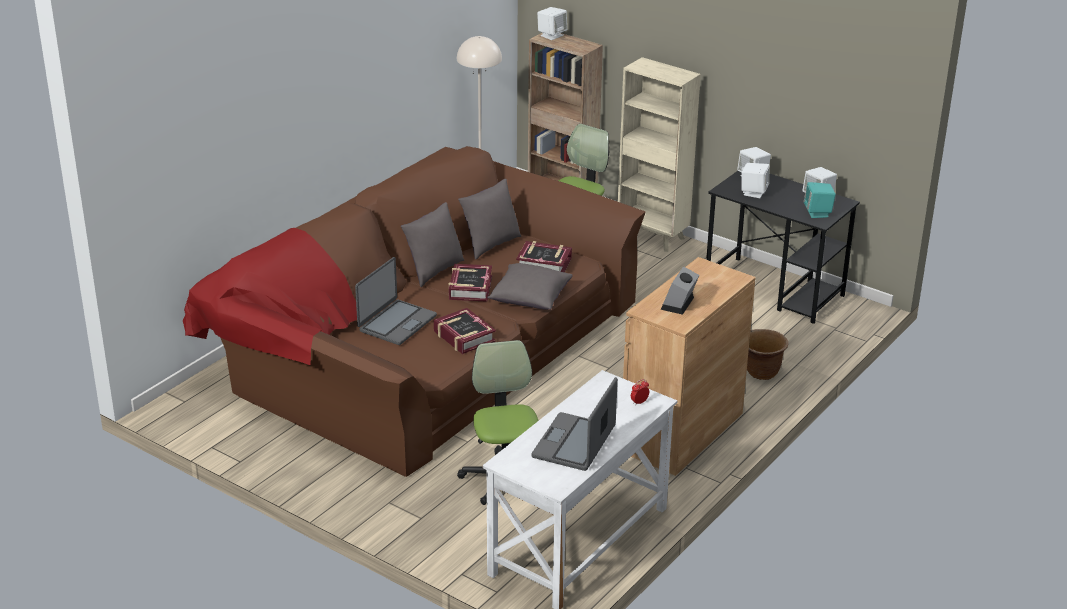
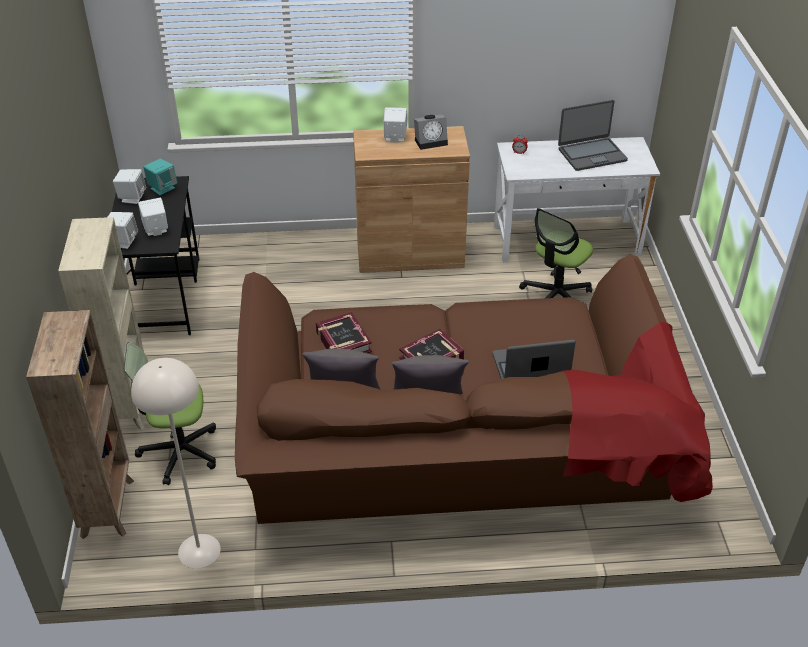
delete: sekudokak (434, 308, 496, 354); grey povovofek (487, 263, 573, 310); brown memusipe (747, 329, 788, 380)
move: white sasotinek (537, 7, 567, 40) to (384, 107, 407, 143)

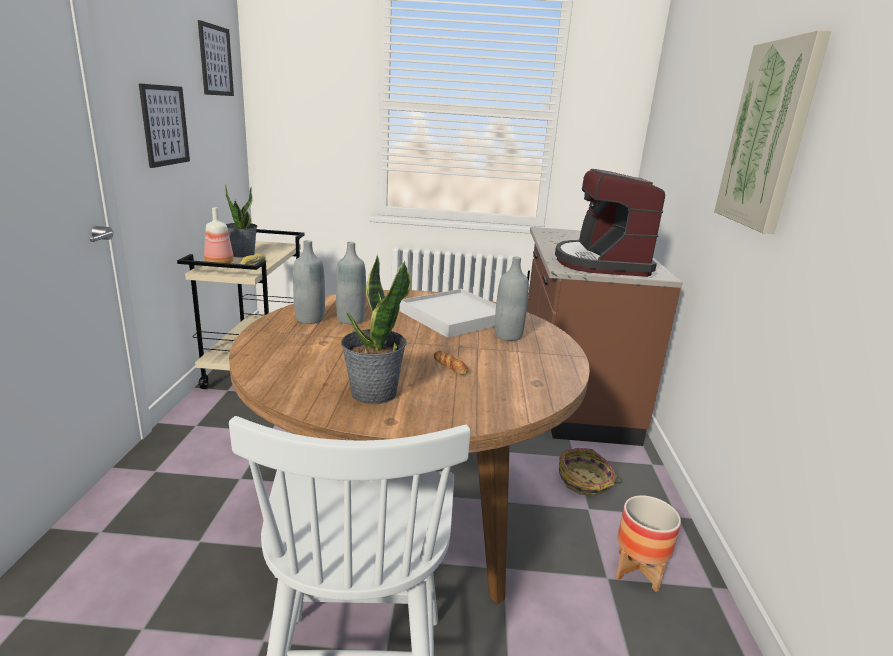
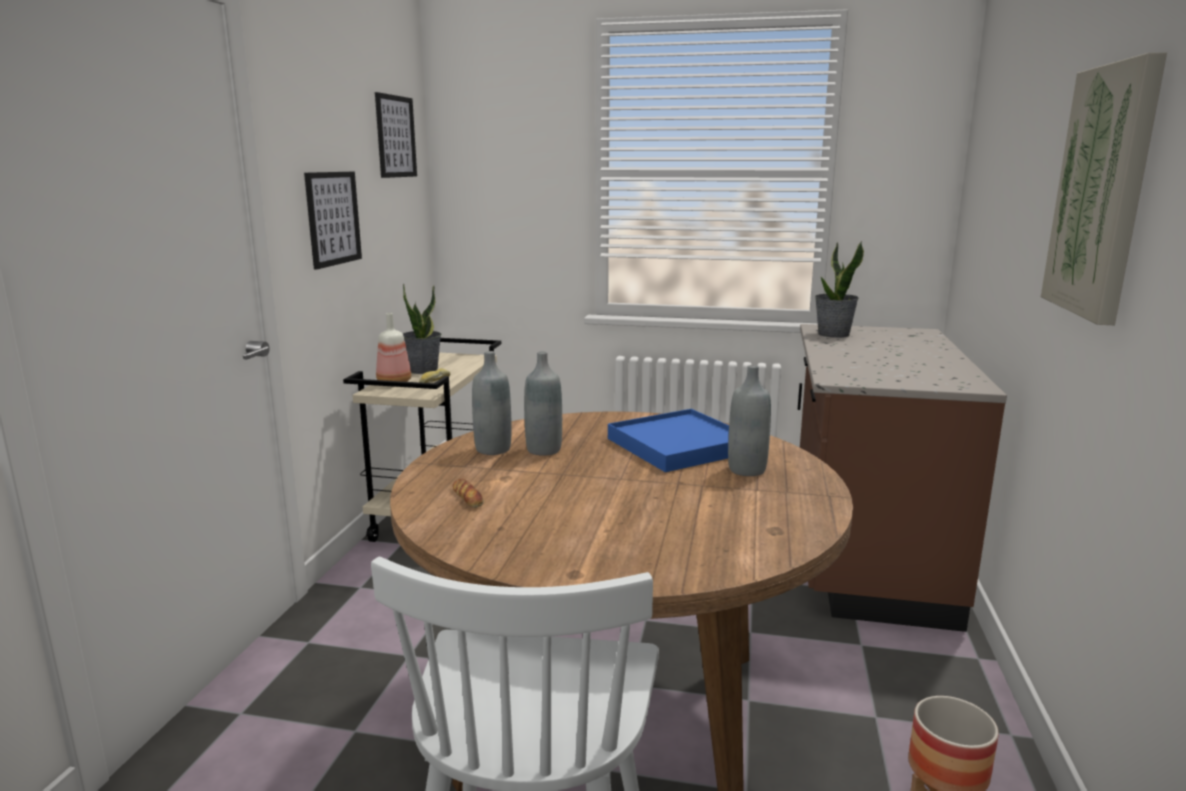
delete: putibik (555, 169, 665, 277); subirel (559, 448, 622, 496)
move: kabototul (434, 351, 469, 375) to (453, 479, 484, 508); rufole (341, 255, 411, 404) to (815, 241, 864, 338)
recolor: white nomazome (400, 289, 496, 338) to blue nomazome (608, 409, 729, 472)

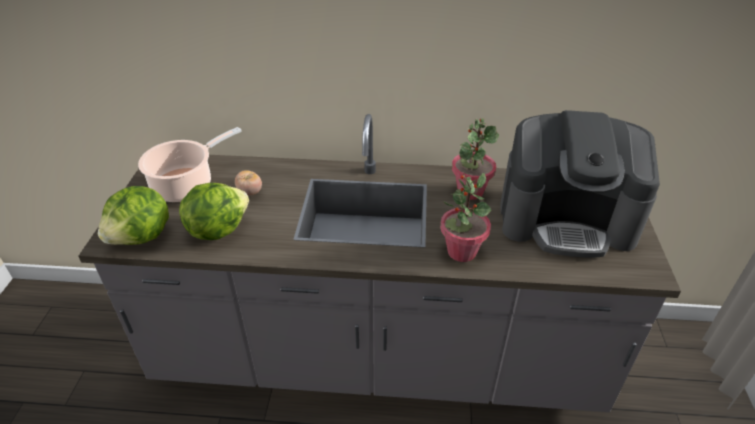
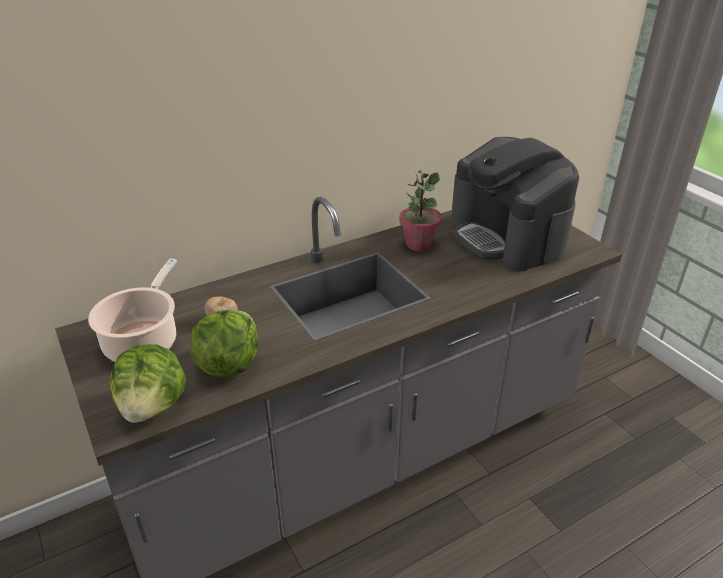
delete: rufole (440, 173, 491, 262)
rotate: putibik (500, 110, 660, 258) = (451, 137, 579, 272) 90 degrees clockwise

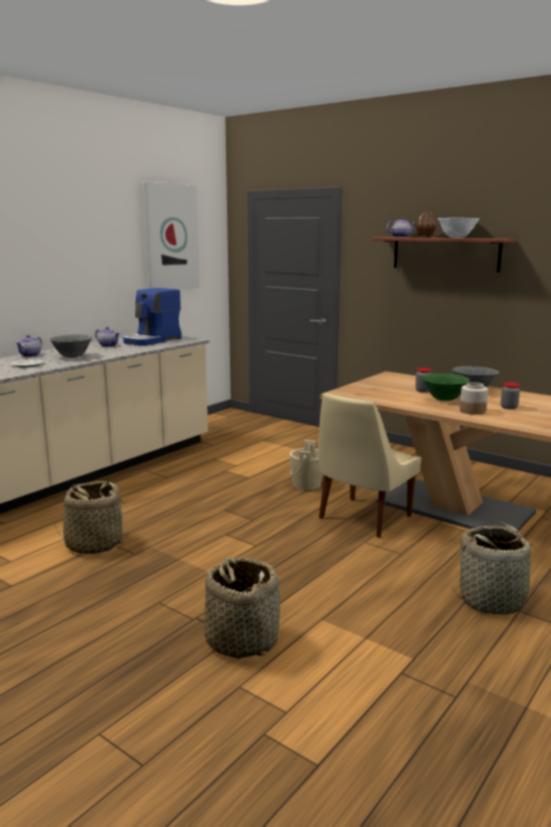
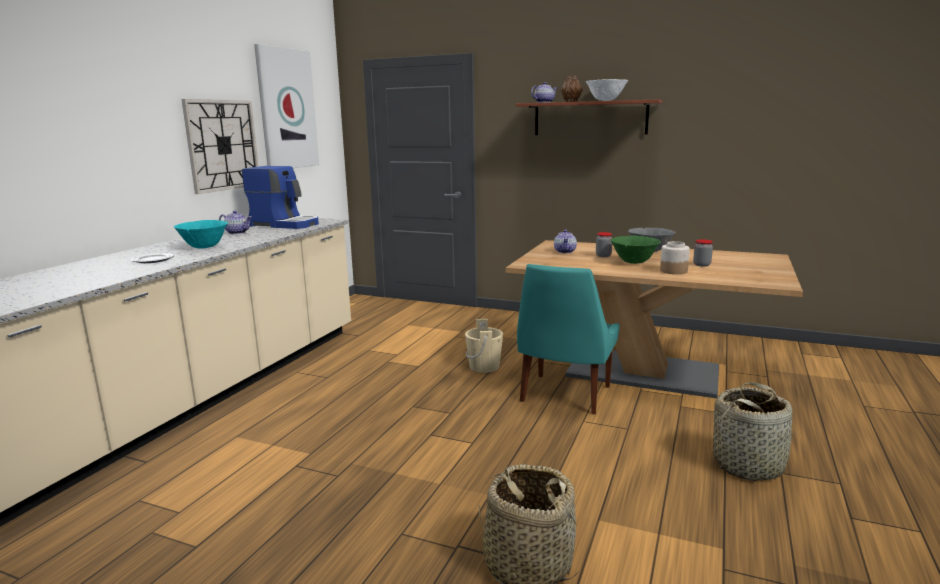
delete: subirel (53, 481, 128, 554)
insert: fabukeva (181, 99, 259, 194)
move: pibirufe (16, 335, 42, 357) to (554, 230, 577, 253)
recolor: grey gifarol (50, 334, 92, 358) to turquoise gifarol (174, 220, 228, 249); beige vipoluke (318, 393, 421, 538) to turquoise vipoluke (517, 264, 620, 414)
rotate: putibik (123, 288, 182, 346) = (242, 166, 319, 229) 90 degrees counterclockwise

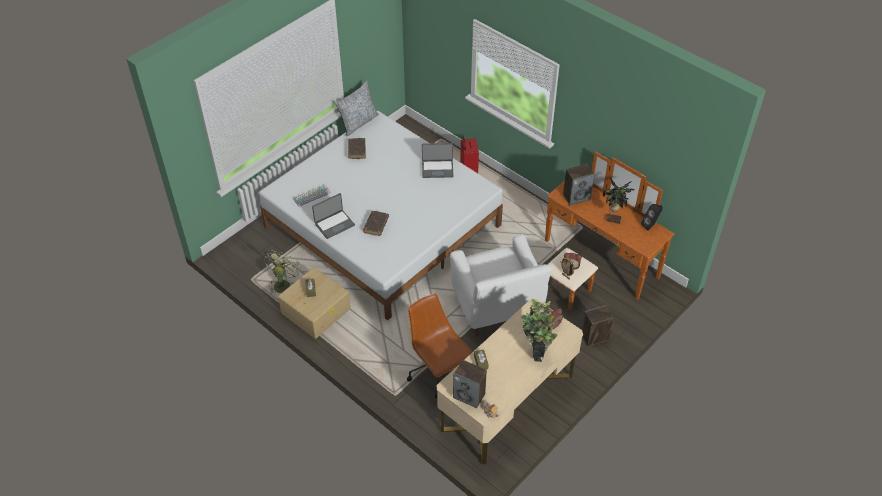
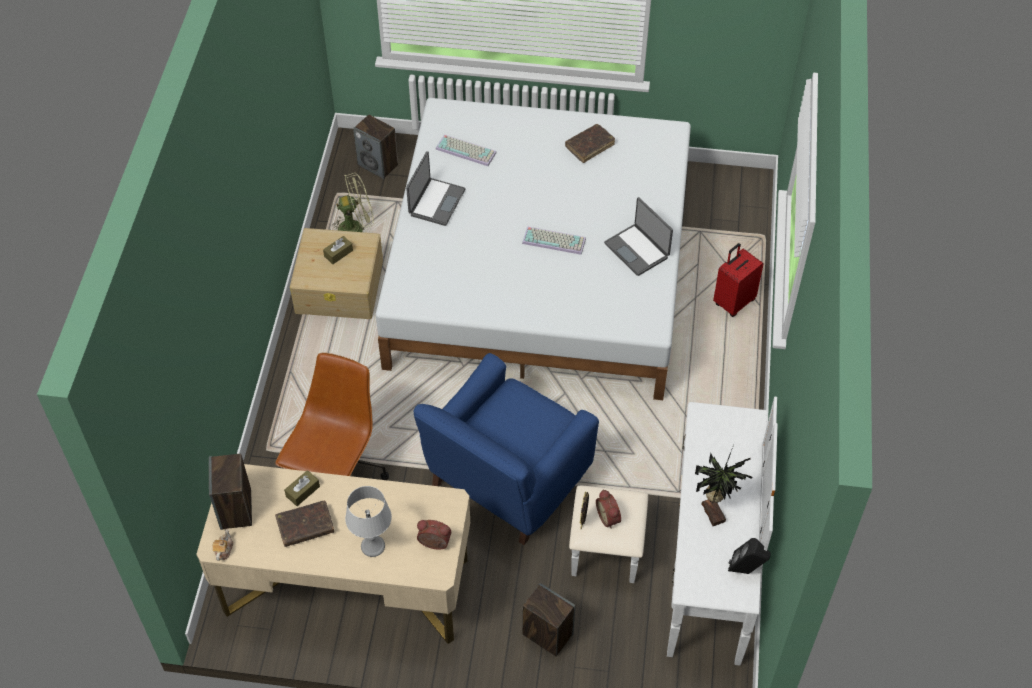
delete: povovofek (334, 80, 379, 136)
insert: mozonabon (522, 226, 586, 255)
move: brown sekudokak (363, 211, 389, 236) to (275, 501, 334, 547); sasotinek (563, 164, 594, 205) to (353, 115, 398, 179)
replace: rufole (521, 299, 557, 362) to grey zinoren (345, 486, 392, 557)
recolor: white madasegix (450, 234, 552, 337) to blue madasegix (414, 353, 599, 545); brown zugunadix (545, 151, 674, 311) to white zugunadix (569, 396, 778, 666)
rotate: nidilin (312, 193, 355, 239) = (406, 151, 465, 226) 90 degrees counterclockwise

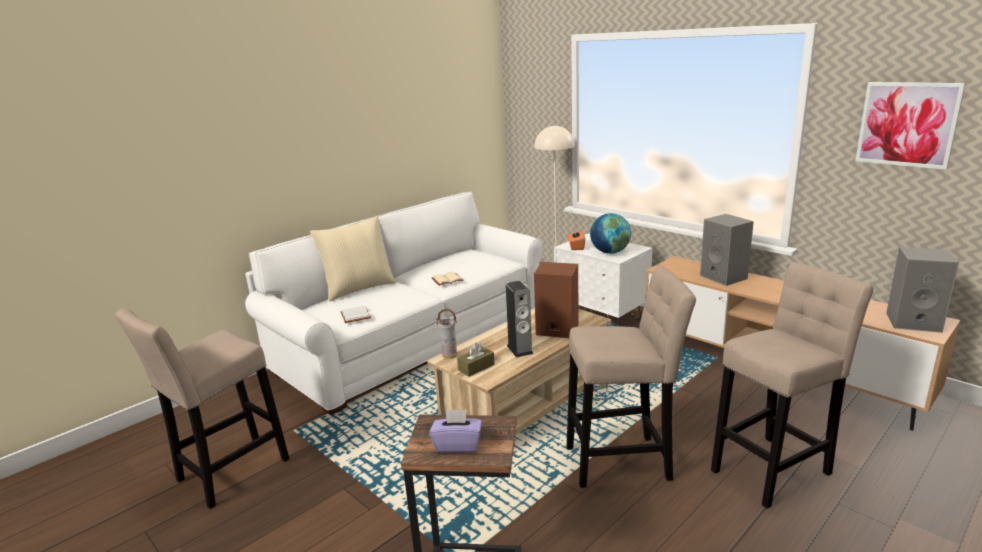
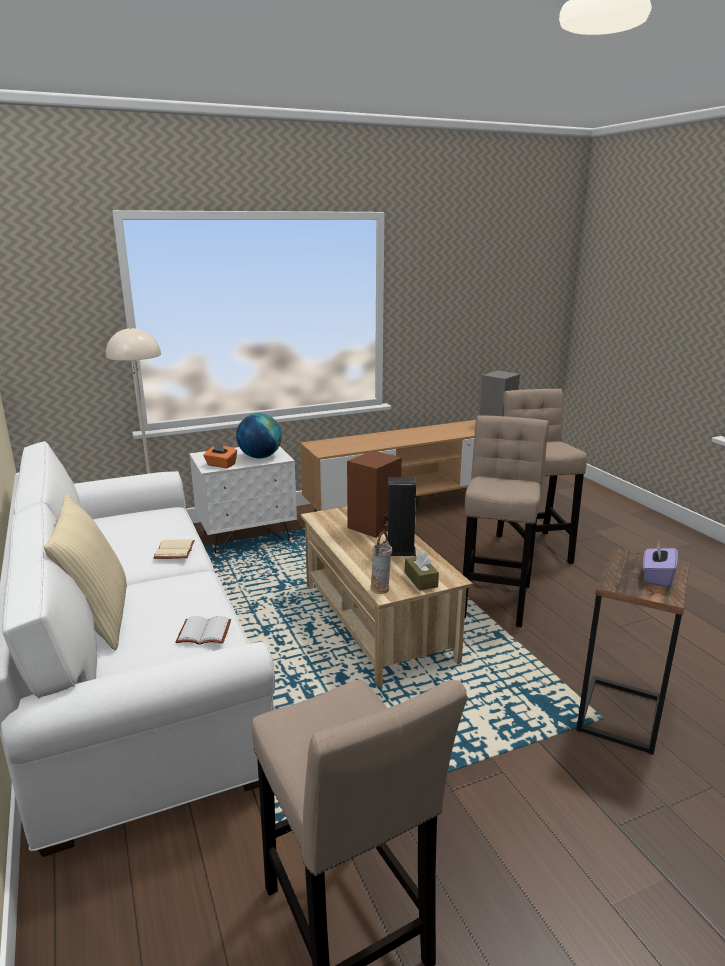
delete: grey sasotinek (700, 214, 754, 286); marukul (855, 82, 966, 170)

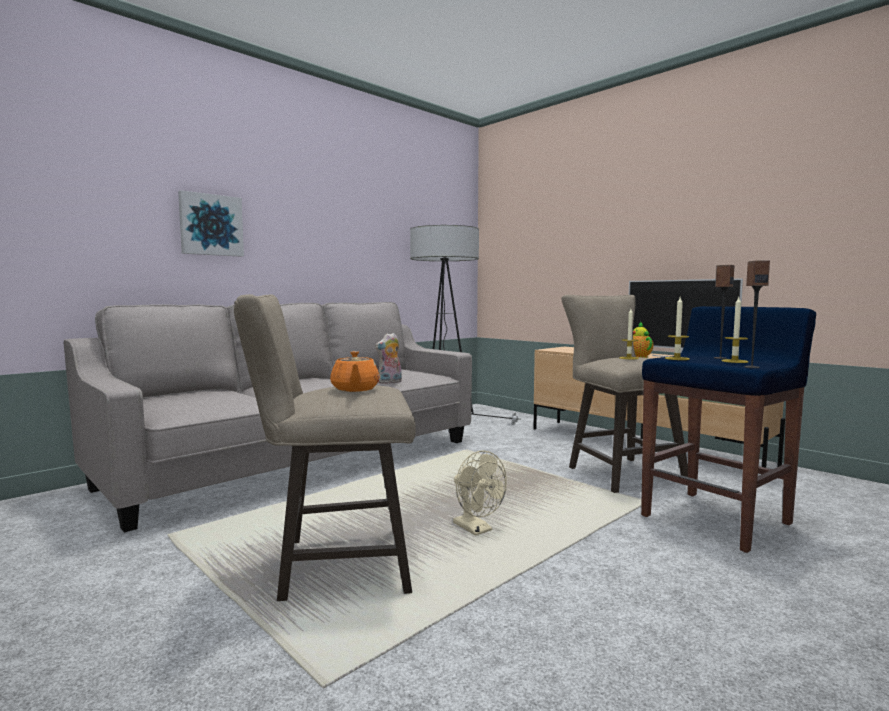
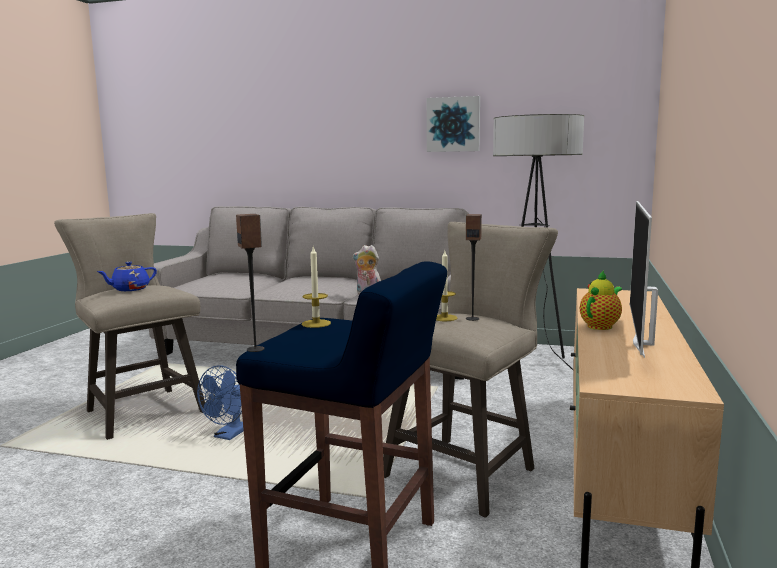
delete: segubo (721, 297, 748, 363)
move: marukul (178, 190, 244, 257) to (427, 96, 480, 152); sasotinek (714, 265, 734, 359) to (466, 214, 482, 321)
recolor: orange pibirufe (330, 351, 380, 392) to blue pibirufe (97, 262, 157, 291); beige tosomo (453, 450, 507, 536) to blue tosomo (197, 366, 244, 440)

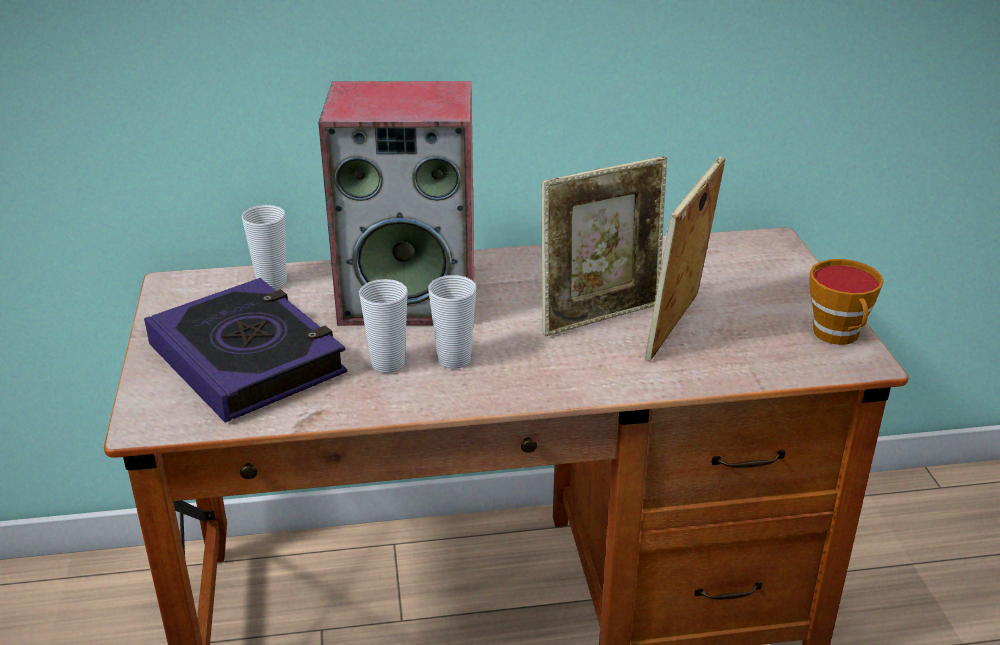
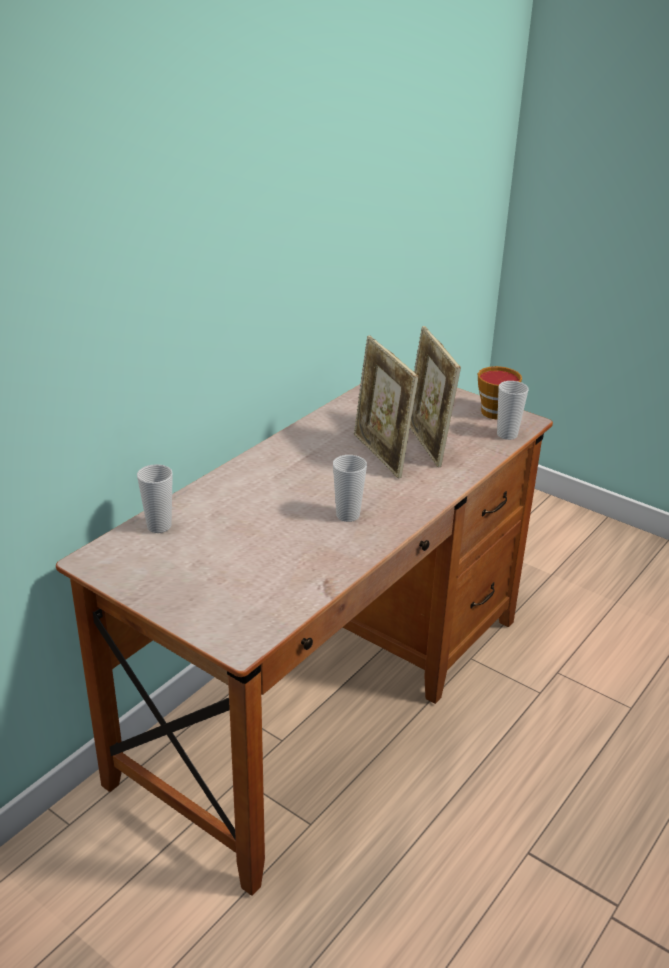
delete: sekudokak (144, 278, 347, 423); sasotinek (318, 81, 474, 326)
move: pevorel (359, 279, 408, 373) to (497, 381, 529, 440)
rotate: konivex (542, 156, 667, 337) = (354, 335, 418, 479) 135 degrees clockwise

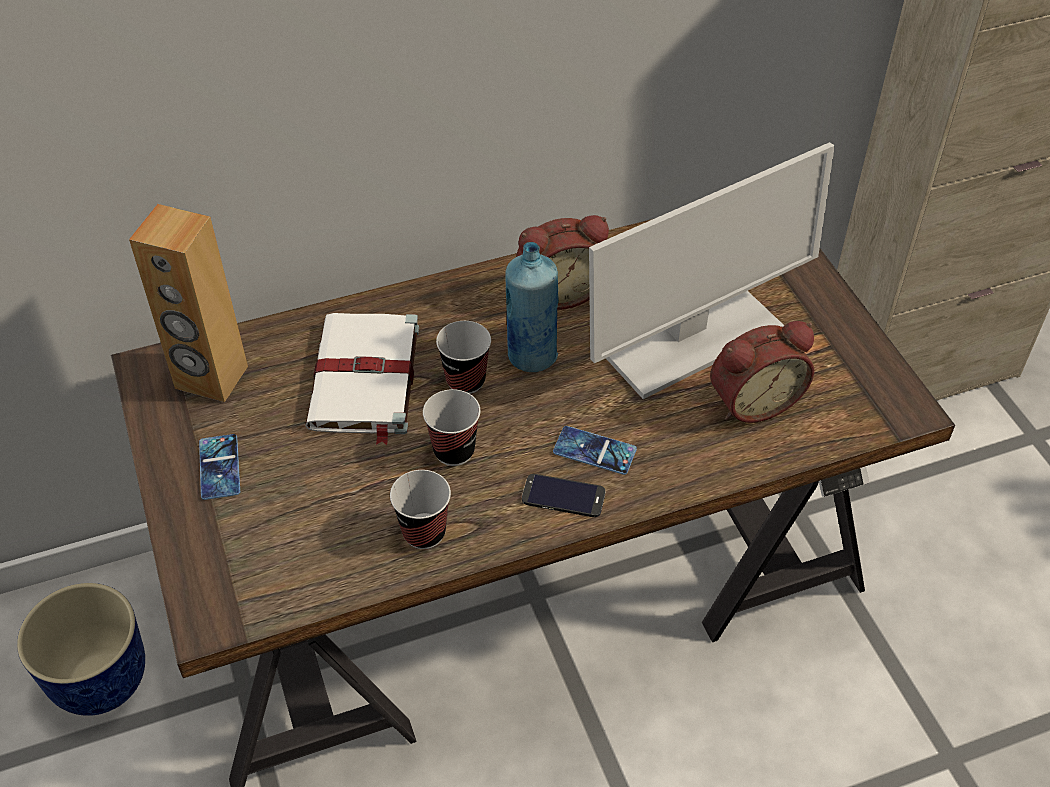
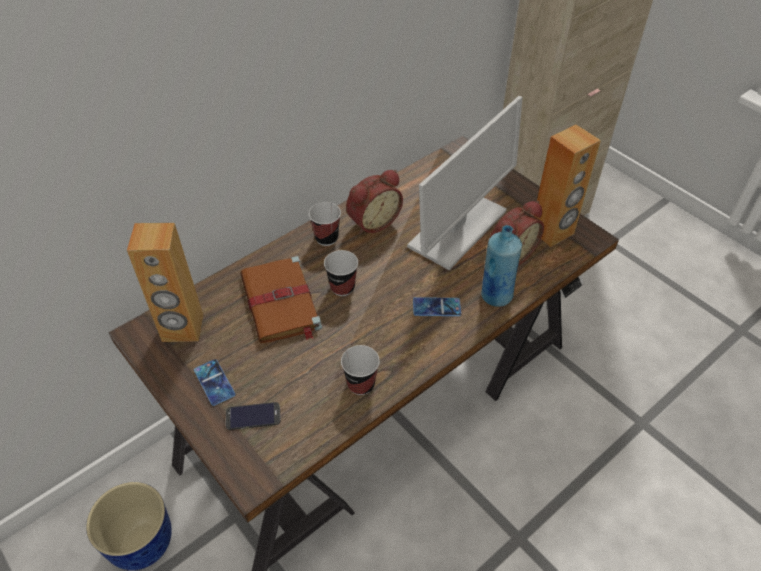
insert: brown sasotinek (536, 124, 601, 247)
move: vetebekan (522, 474, 606, 517) to (226, 402, 281, 430); pevorel (423, 389, 480, 466) to (309, 202, 341, 246); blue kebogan (505, 242, 559, 372) to (481, 225, 522, 307)
recolor: white sekudokak (305, 313, 419, 445) to brown sekudokak (240, 256, 322, 343)

